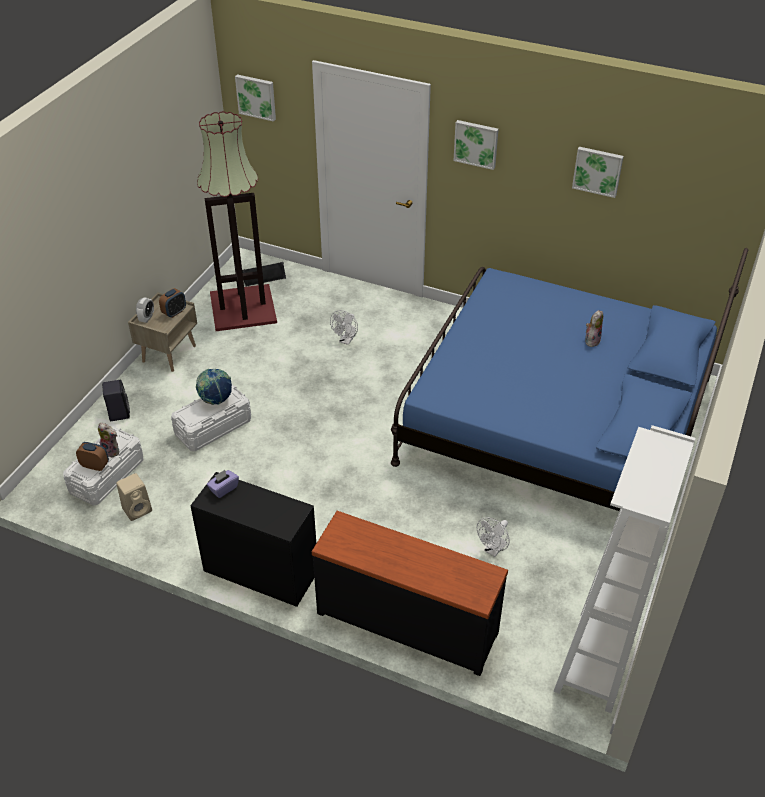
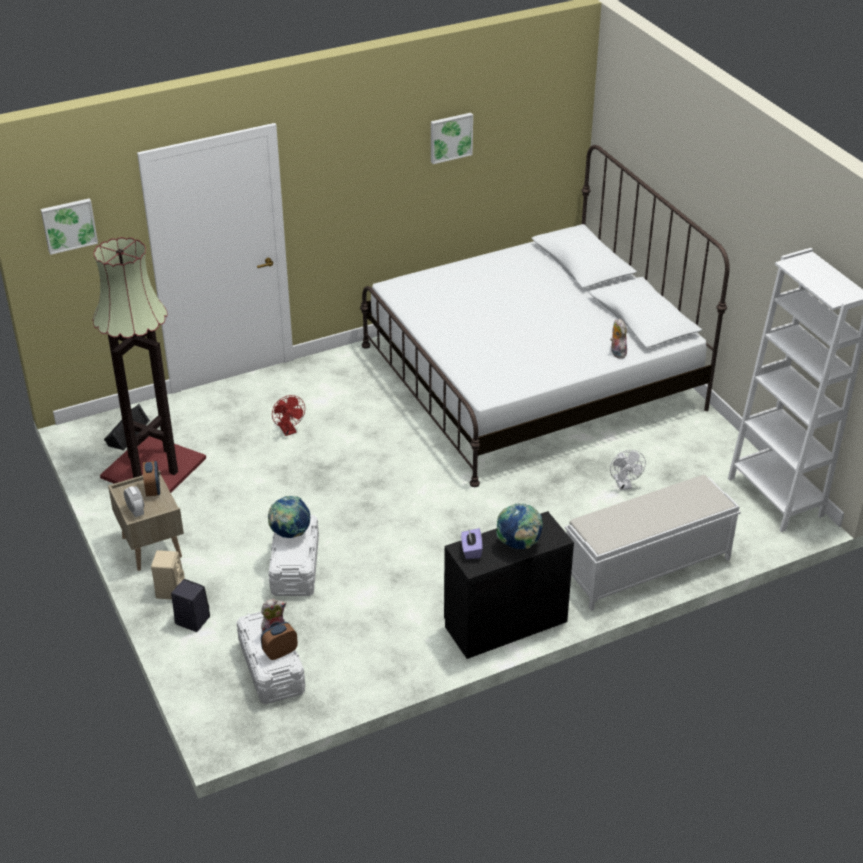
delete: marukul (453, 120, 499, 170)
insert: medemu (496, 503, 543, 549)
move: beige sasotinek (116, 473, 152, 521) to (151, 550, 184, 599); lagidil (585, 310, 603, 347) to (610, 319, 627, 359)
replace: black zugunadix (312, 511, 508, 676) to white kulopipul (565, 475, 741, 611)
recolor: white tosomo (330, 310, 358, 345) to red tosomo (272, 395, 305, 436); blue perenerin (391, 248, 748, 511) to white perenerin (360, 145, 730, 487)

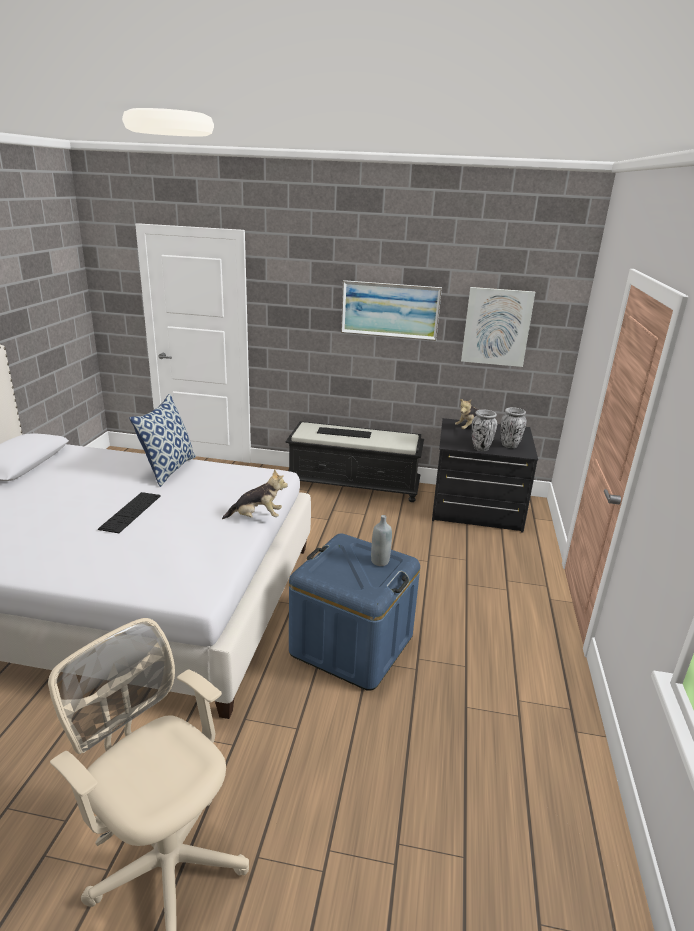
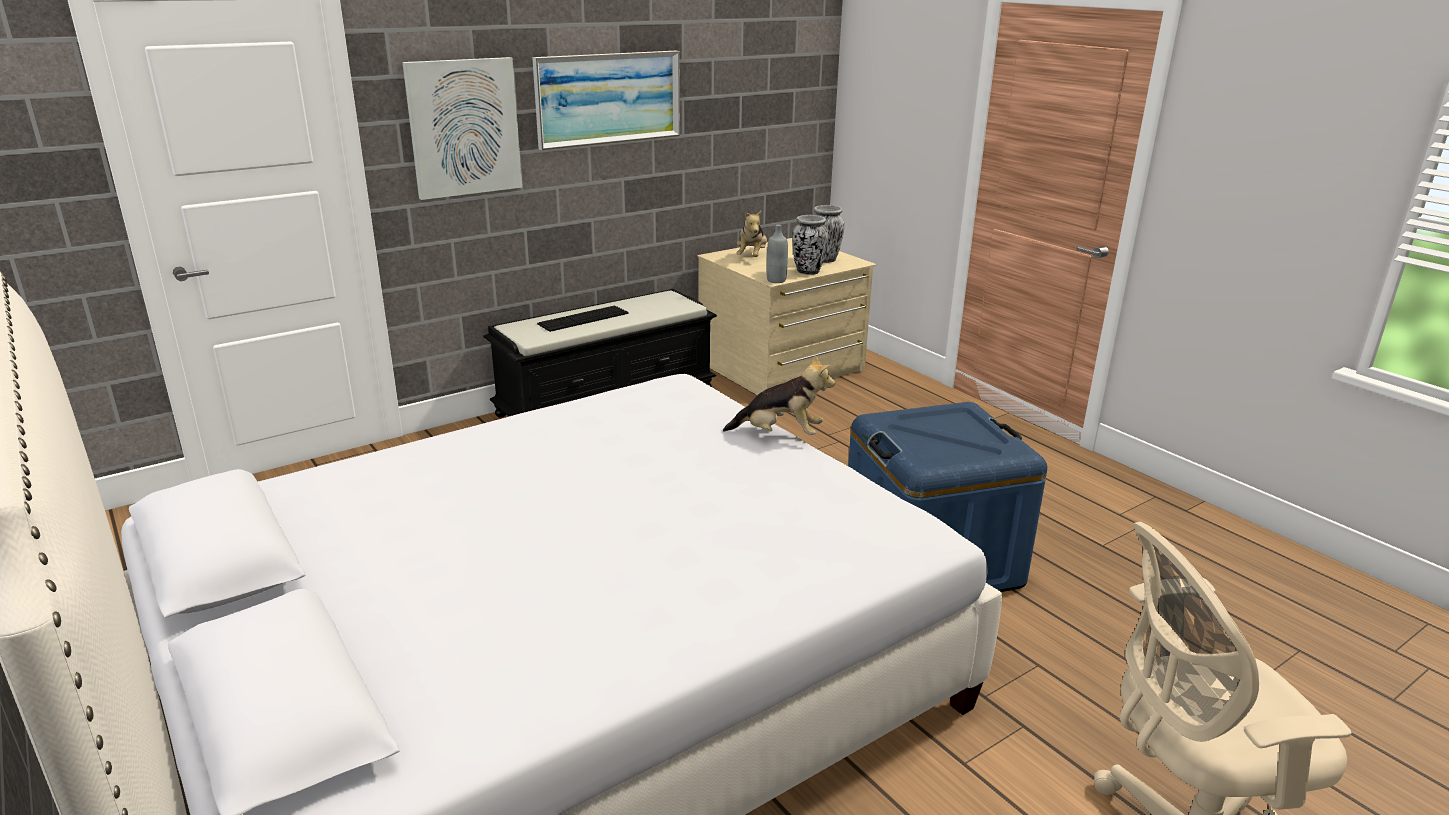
delete: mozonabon (98, 492, 161, 533); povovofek (129, 394, 196, 487)
move: marukul (461, 287, 535, 367) to (402, 57, 522, 200); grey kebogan (371, 515, 392, 566) to (766, 225, 788, 283)
recolor: black zugunadix (432, 418, 538, 532) to beige zugunadix (697, 238, 876, 395)
rotate: lagidil (222, 469, 288, 519) = (723, 354, 835, 435) 60 degrees clockwise

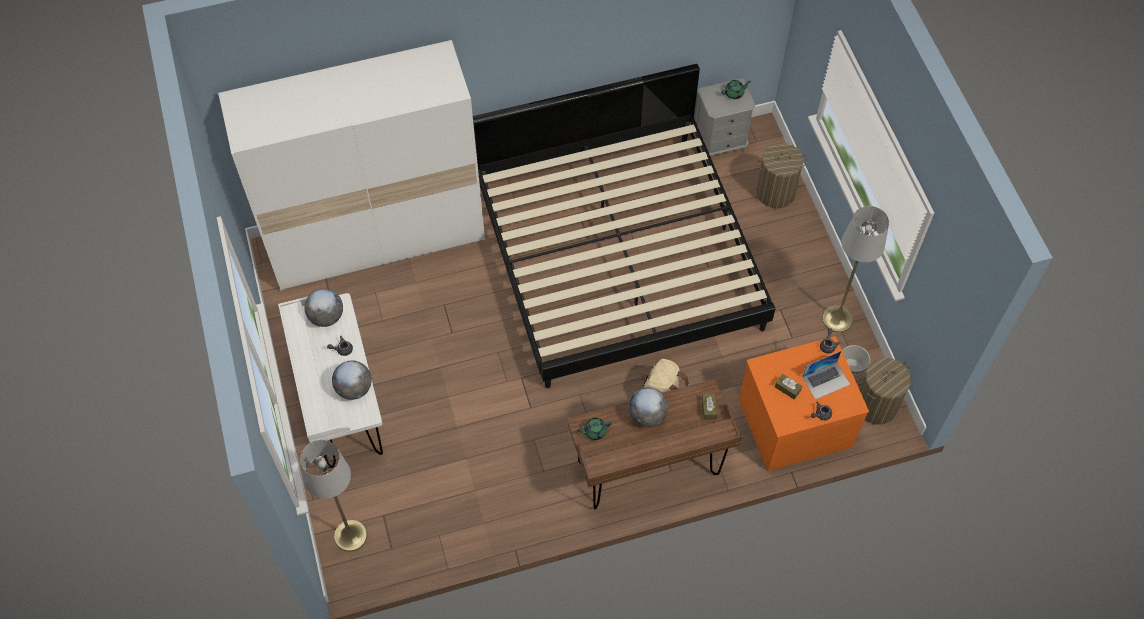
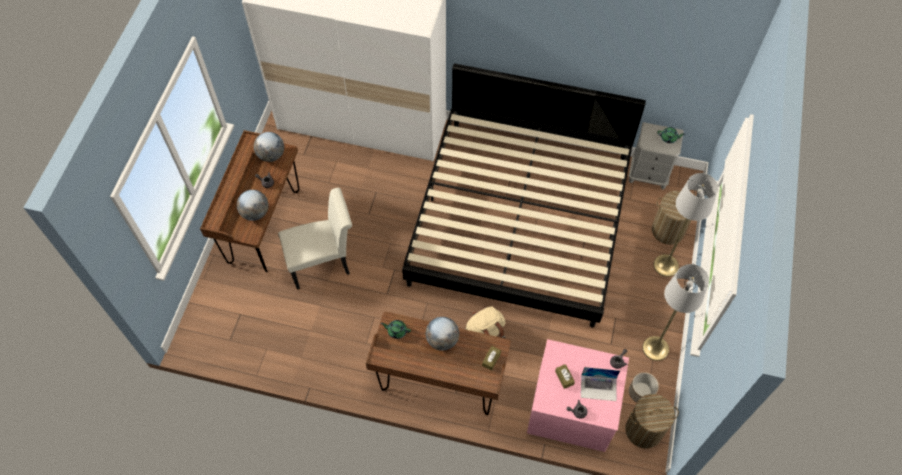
insert: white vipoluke (278, 188, 352, 290)
move: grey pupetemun (300, 440, 367, 552) to (654, 173, 718, 277)
recolor: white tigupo (278, 293, 383, 468) to brown tigupo (200, 130, 300, 272); orange zugunadix (739, 336, 869, 471) to pink zugunadix (527, 339, 629, 452)

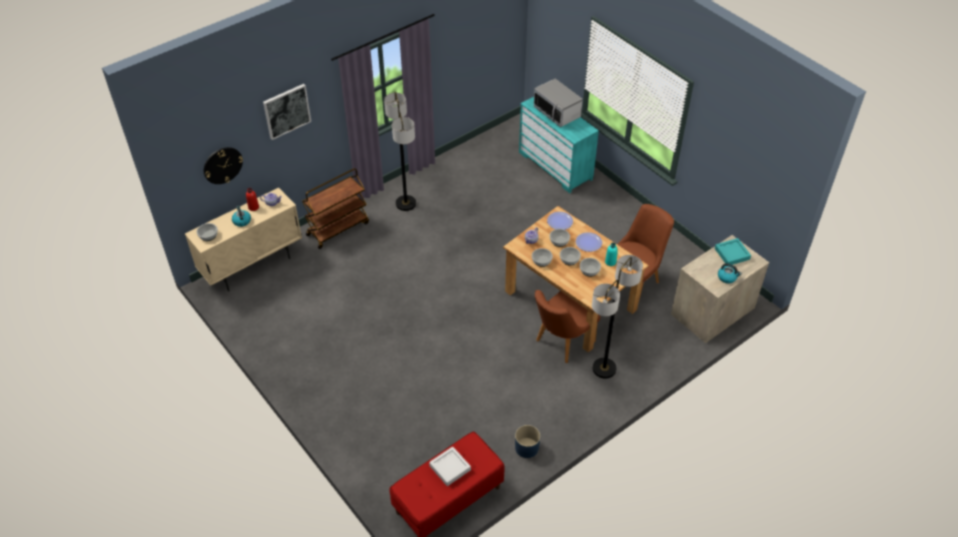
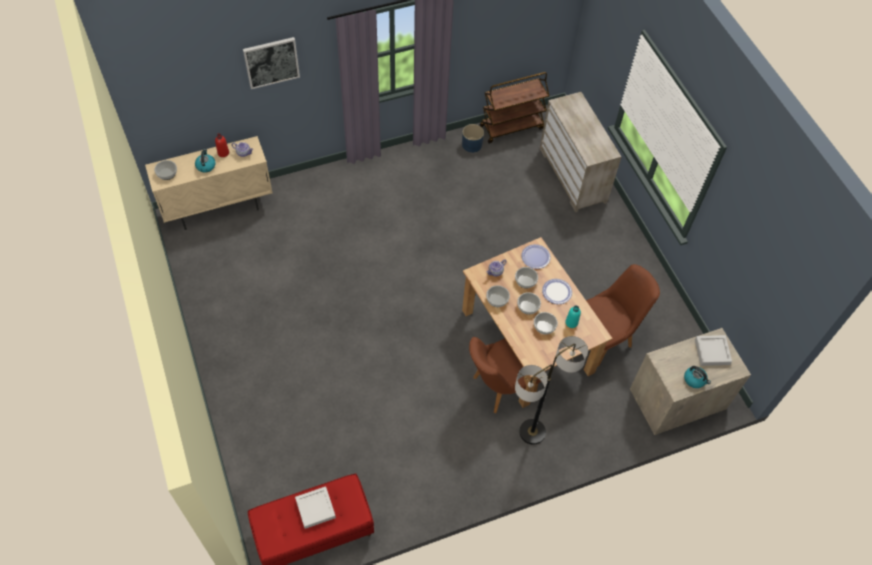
delete: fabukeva (204, 147, 243, 184); pupetemun (384, 92, 416, 211); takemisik (534, 78, 583, 127)
move: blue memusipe (515, 425, 540, 458) to (462, 124, 484, 153); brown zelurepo (302, 168, 369, 249) to (479, 72, 550, 144)
recolor: turquoise zugunadix (519, 97, 599, 193) to beige zugunadix (540, 92, 621, 212); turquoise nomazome (715, 238, 751, 265) to grey nomazome (695, 335, 732, 366)

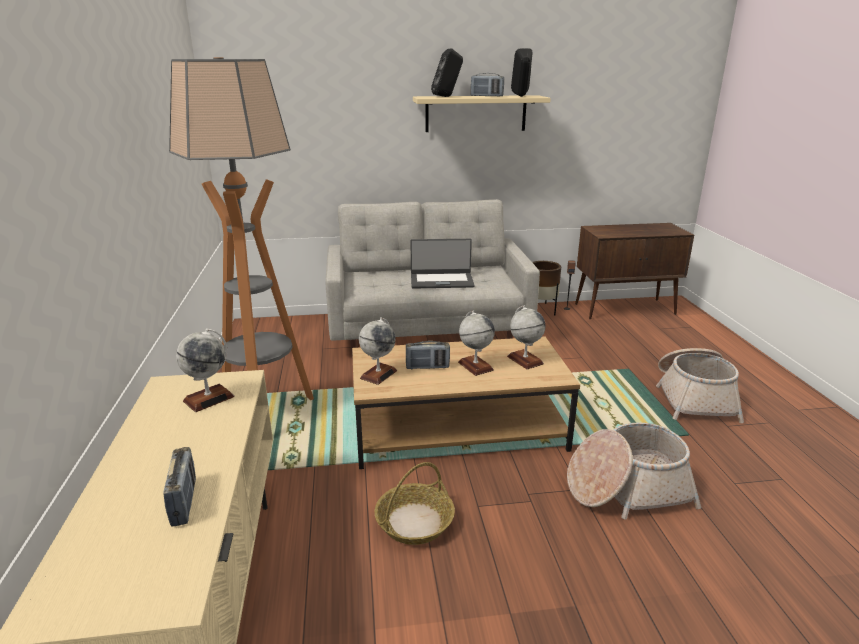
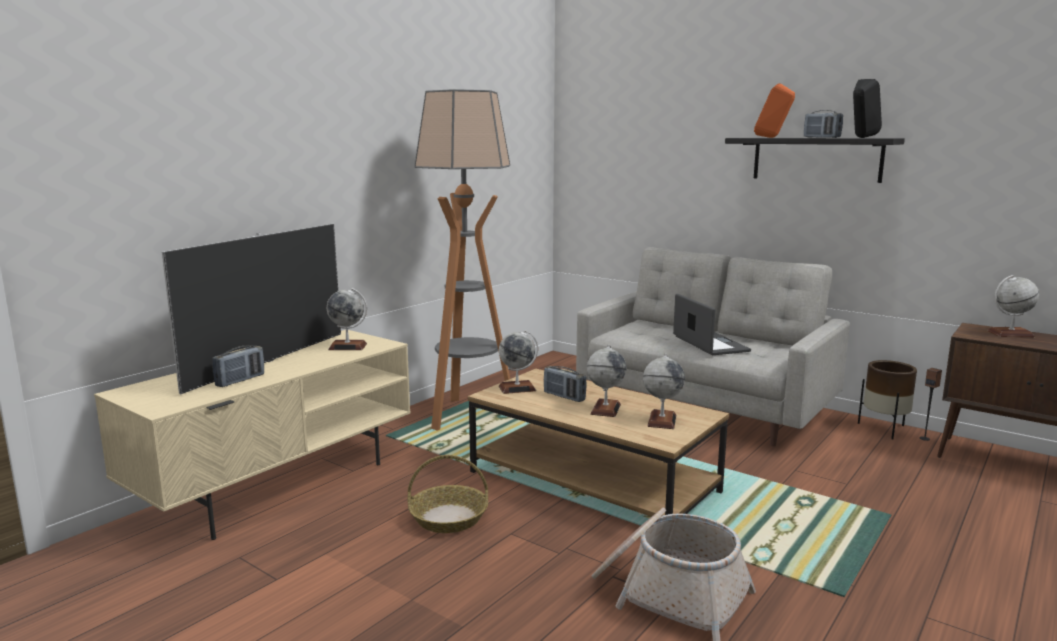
delete: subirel (656, 348, 744, 423)
insert: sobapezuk (162, 224, 341, 394); medemu (988, 275, 1039, 337)
recolor: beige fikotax (413, 95, 551, 132) to black fikotax (725, 138, 905, 183); black sasotinek (431, 48, 463, 97) to orange sasotinek (754, 83, 795, 138)
rotate: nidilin (410, 239, 475, 288) = (673, 294, 751, 355) 150 degrees counterclockwise

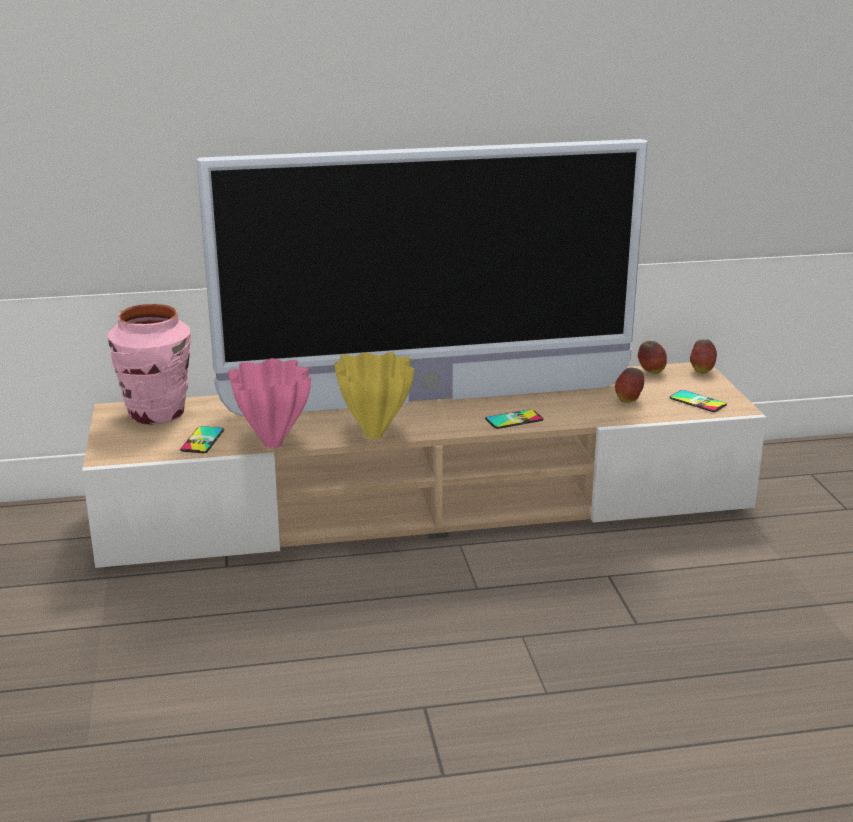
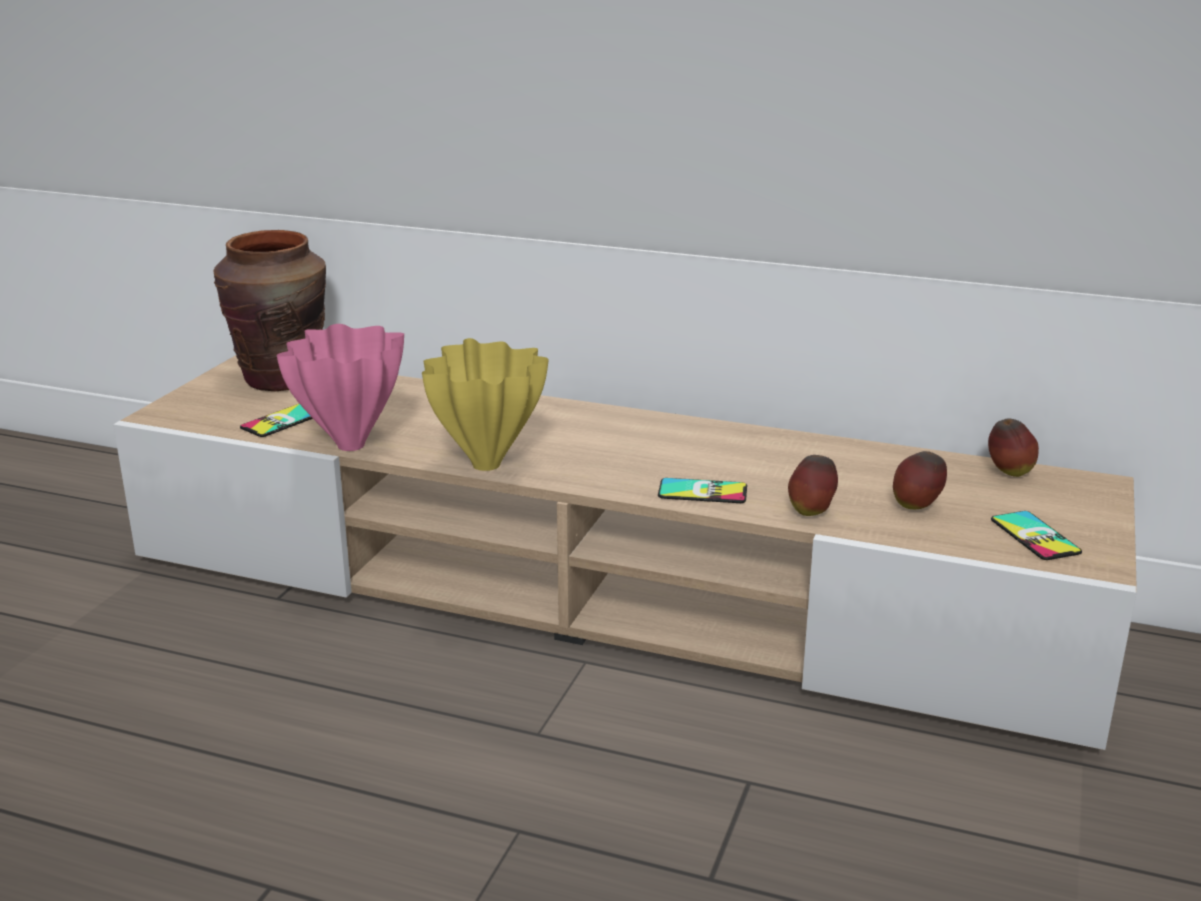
delete: sobapezuk (197, 139, 648, 416)
move: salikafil (690, 339, 717, 374) to (788, 455, 838, 516)
recolor: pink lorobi (108, 304, 191, 425) to brown lorobi (213, 230, 326, 391)

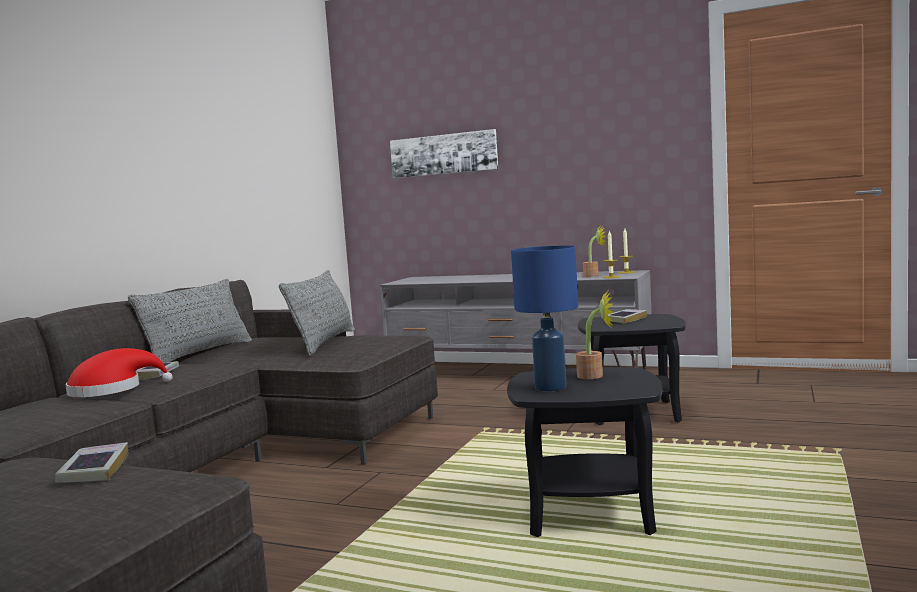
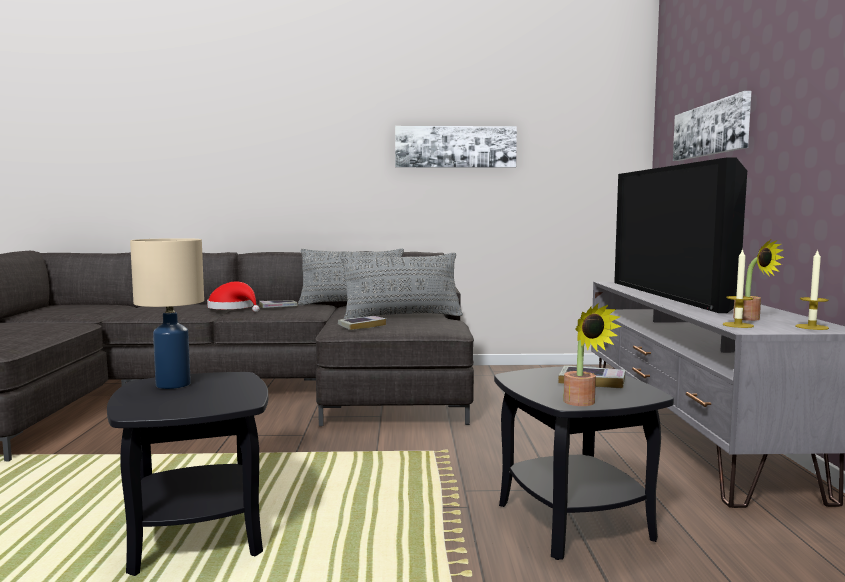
insert: marukul (395, 126, 517, 168); sobapezuk (614, 157, 747, 313)
move: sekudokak (55, 442, 128, 483) to (338, 316, 386, 330); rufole (576, 291, 614, 379) to (563, 304, 622, 406)
recolor: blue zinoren (511, 245, 578, 391) to beige zinoren (130, 238, 204, 389)

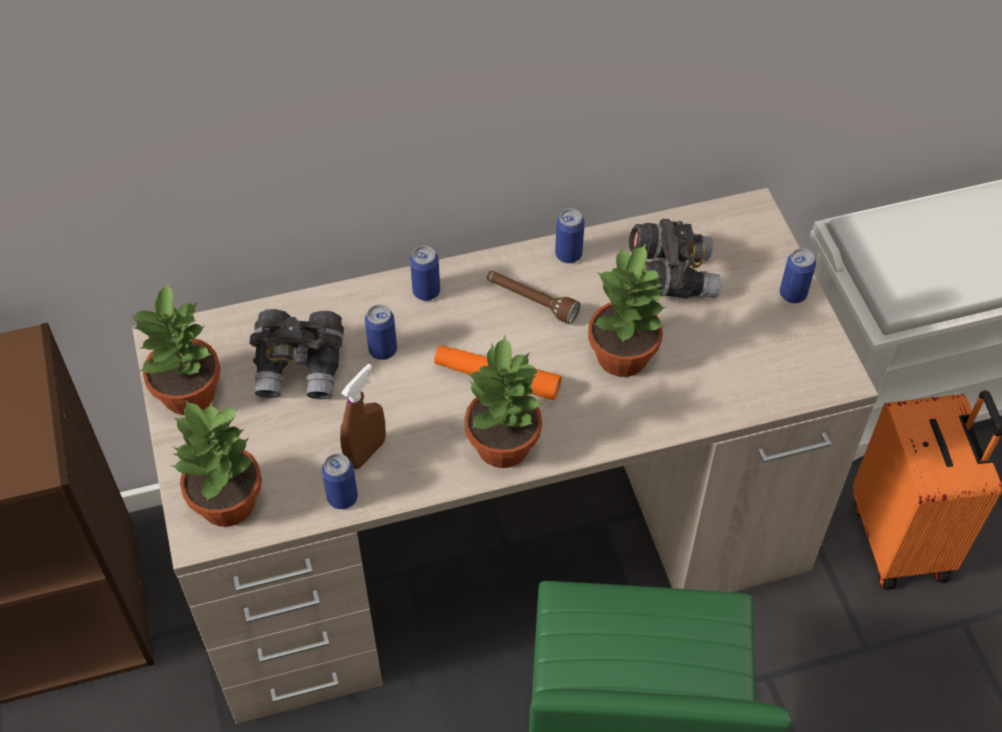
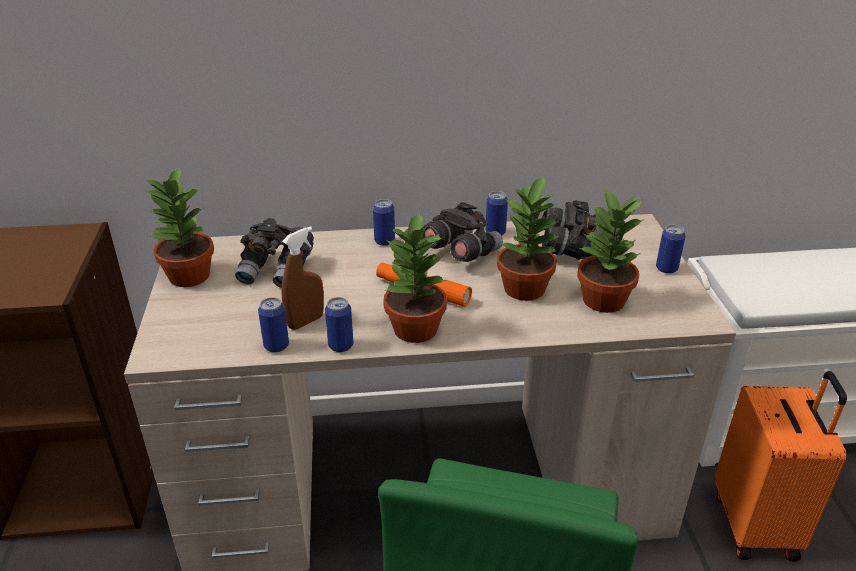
move: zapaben (365, 304, 397, 360) to (325, 297, 353, 352); rufole (171, 399, 262, 527) to (577, 187, 644, 313)
replace: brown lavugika (487, 271, 580, 324) to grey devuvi (421, 202, 503, 262)

